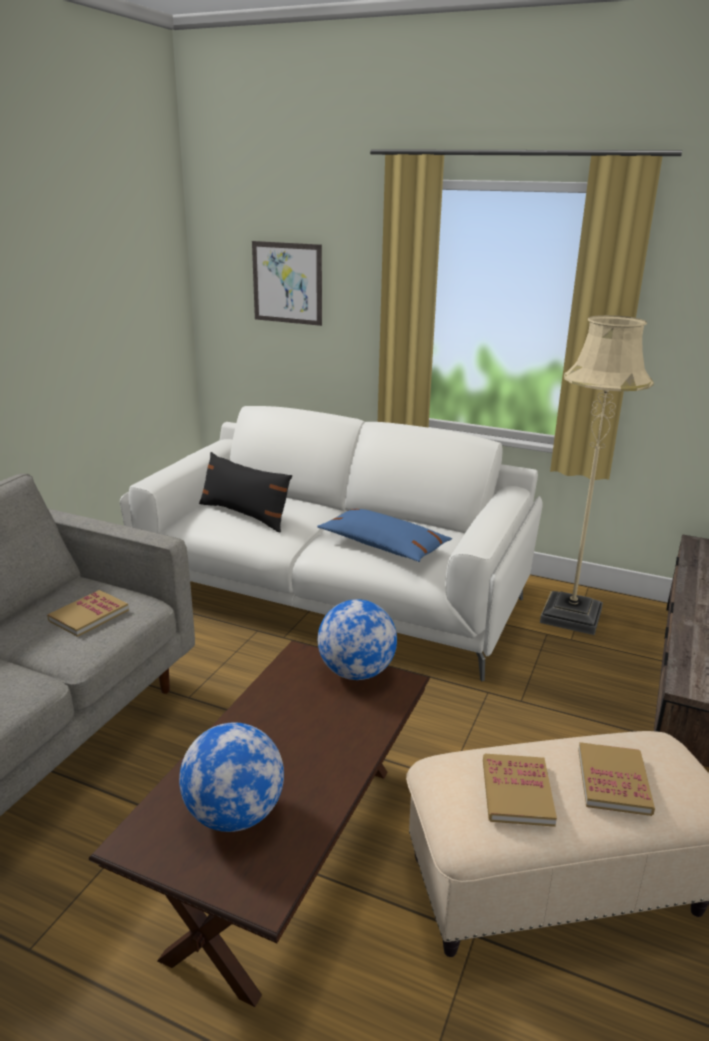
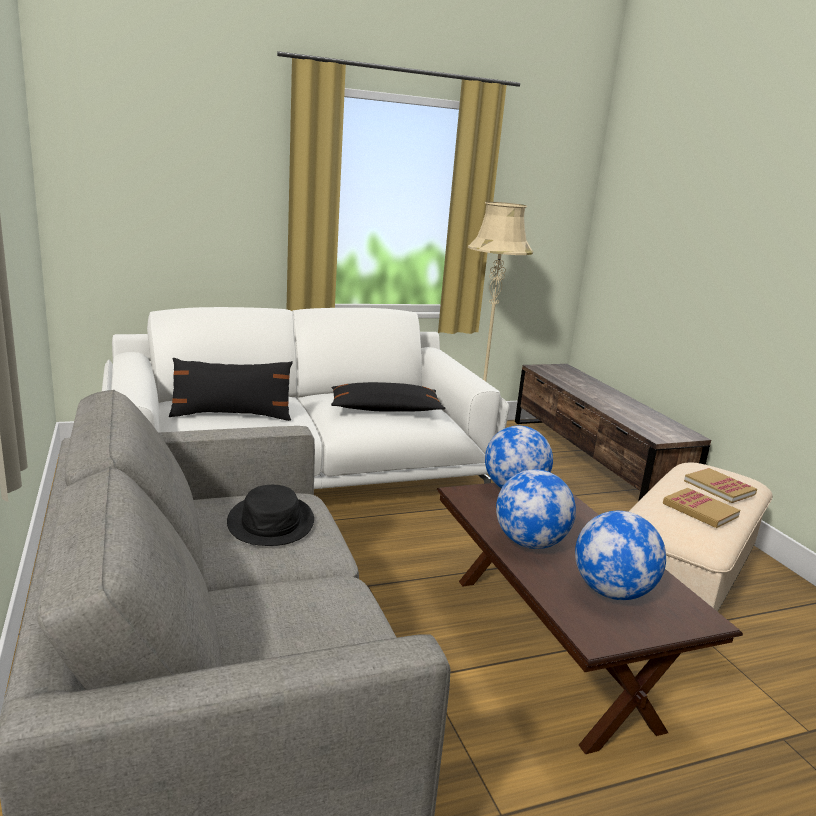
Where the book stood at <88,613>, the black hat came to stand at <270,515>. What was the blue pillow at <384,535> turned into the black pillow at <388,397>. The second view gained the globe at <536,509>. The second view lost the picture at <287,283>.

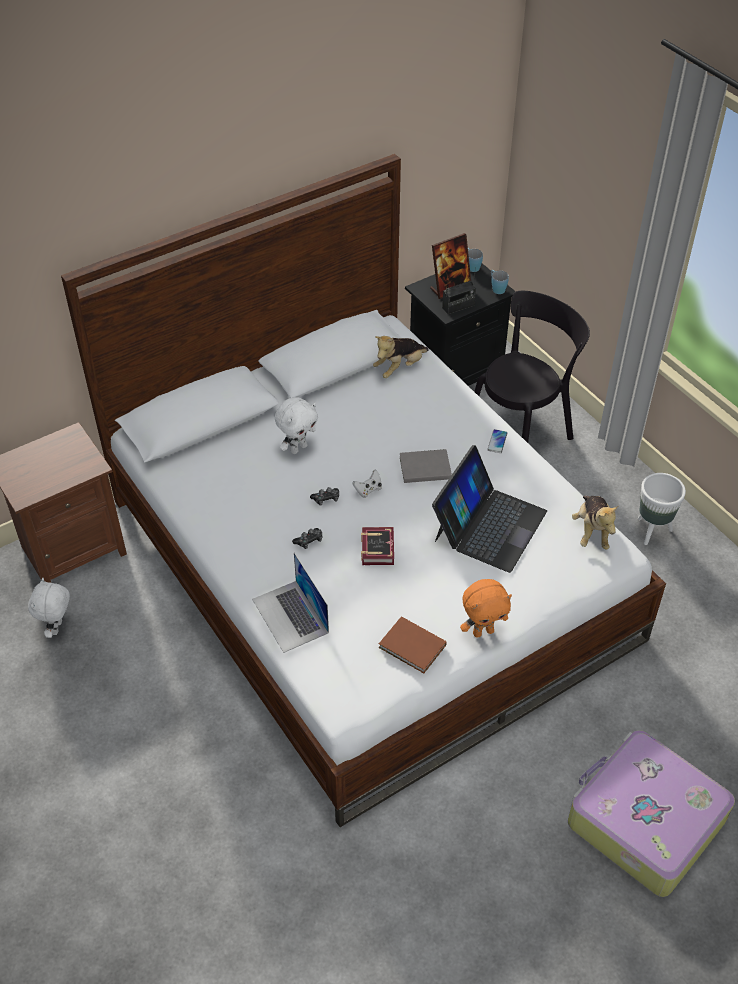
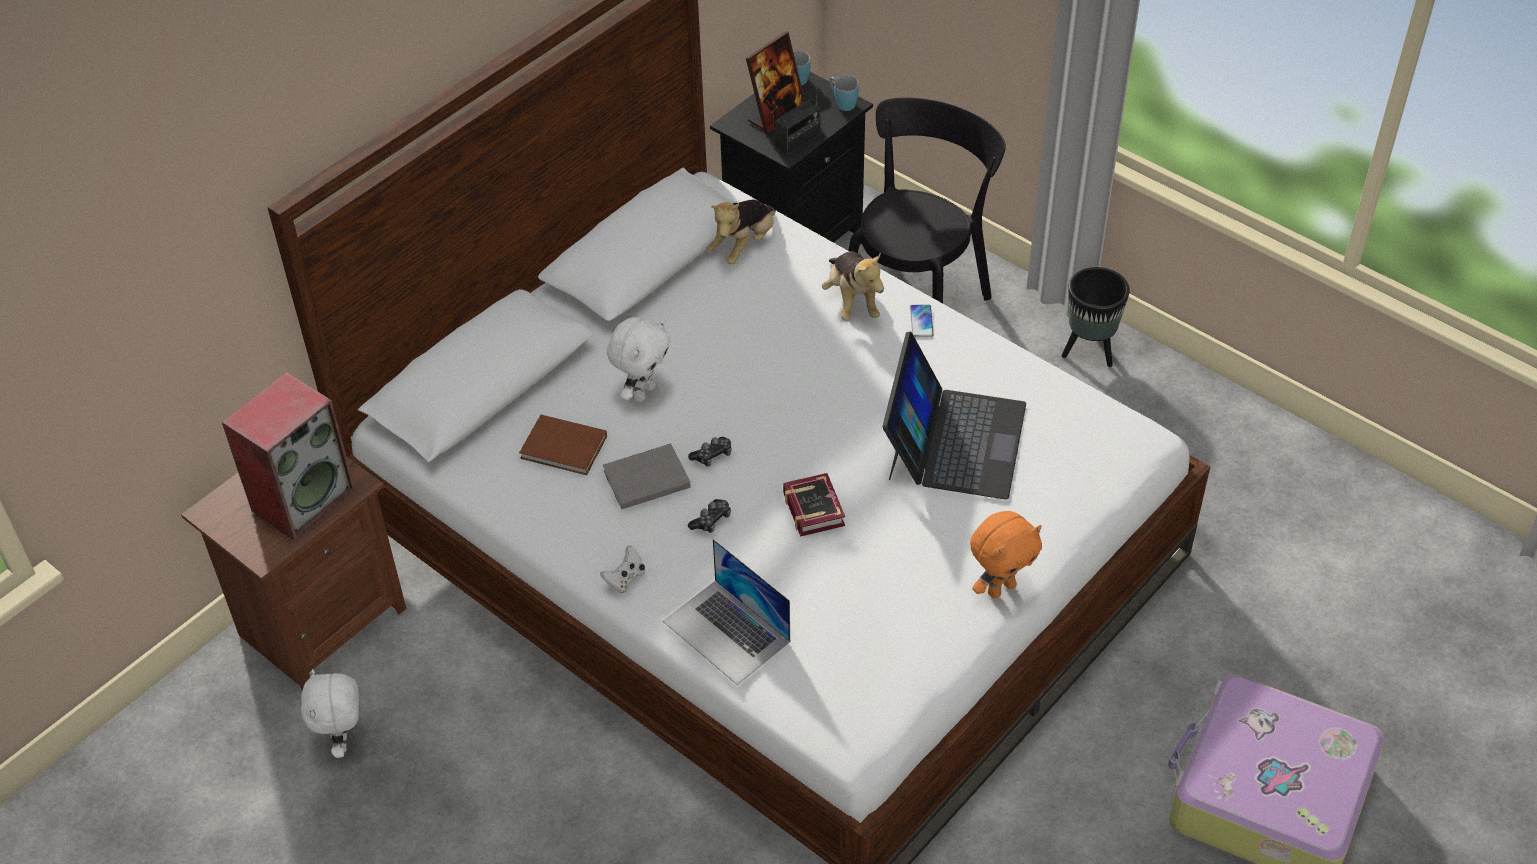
The second view gained the speaker at <288,456>. The brown book ended up elsewhere, having gone from <413,644> to <563,445>. The white game controller ended up elsewhere, having gone from <367,484> to <622,569>. The grey book ended up elsewhere, having gone from <426,466> to <647,476>. The plush toy ended up elsewhere, having gone from <595,523> to <853,286>. The second view gained the black planter at <1096,317>. The second view lost the white planter at <662,509>.

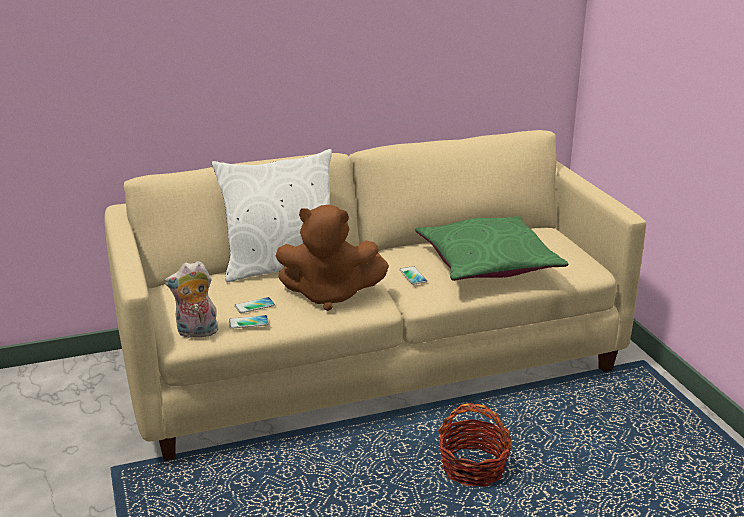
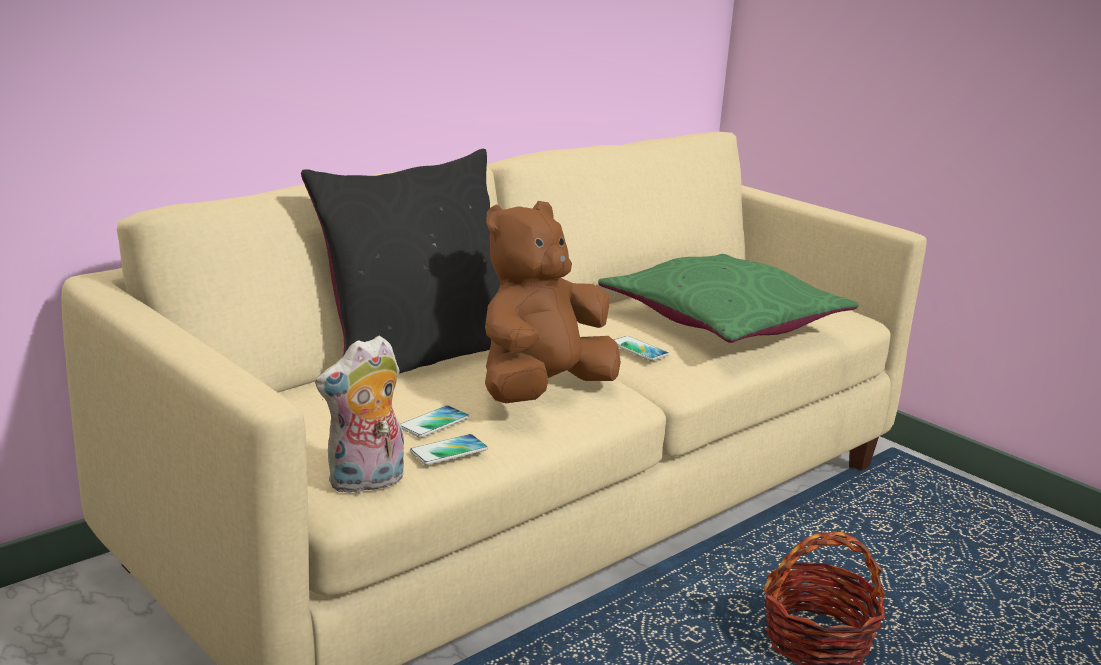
What was the white pillow at <272,216> turned into the black pillow at <400,261>. The brown plush toy at <332,258> ended up facing another way, 150 degrees clockwise from before.

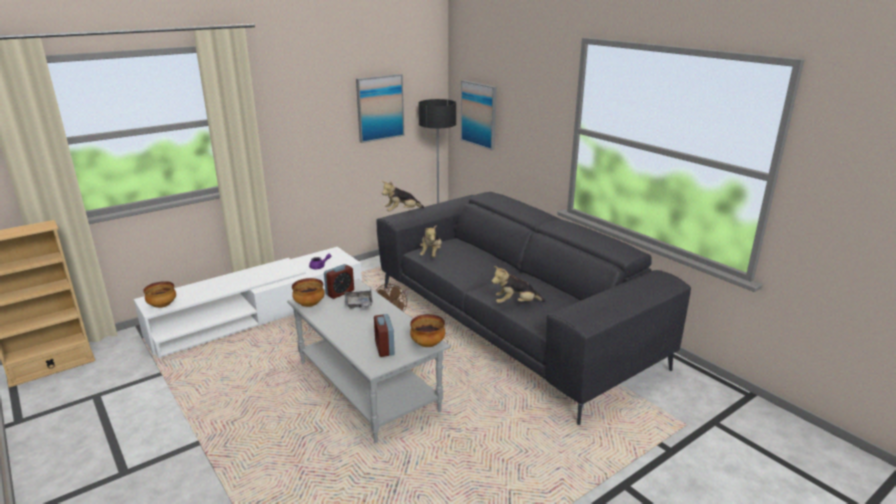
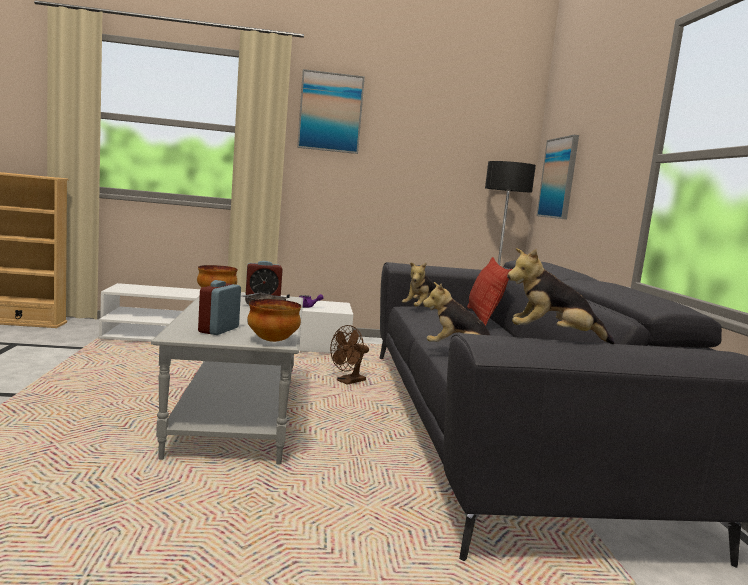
The picture ended up elsewhere, having gone from <380,108> to <331,111>. The second view gained the pillow at <489,291>. The plush toy ended up elsewhere, having gone from <403,196> to <561,296>. The second view lost the bowl at <159,294>.

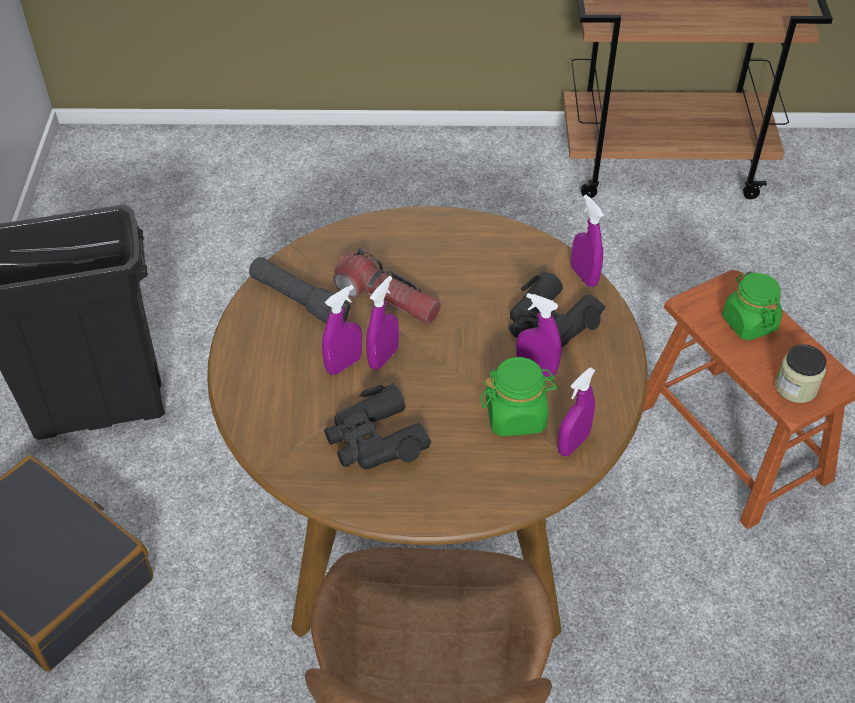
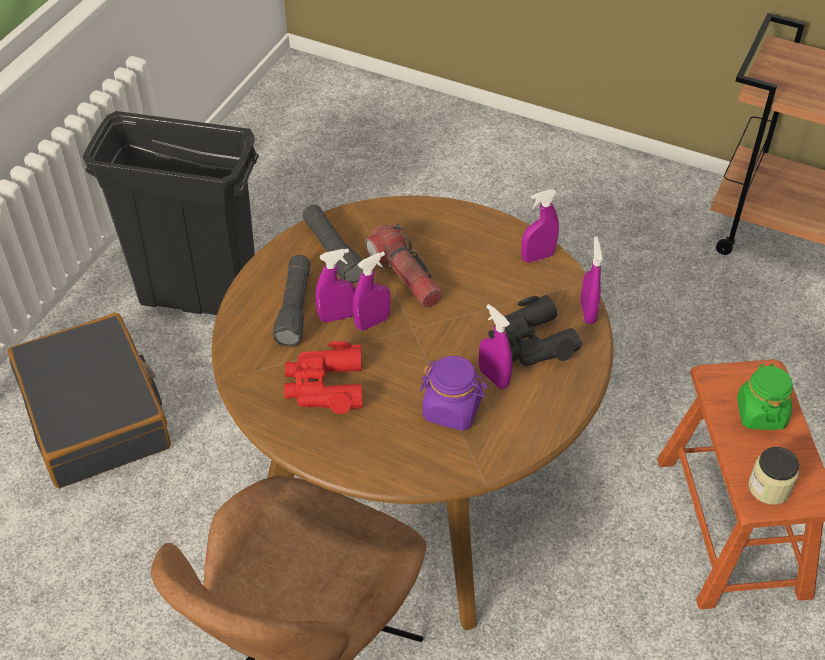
The second view gained the black flashlight at <292,301>. What was the black binoculars at <377,426> turned into the red binoculars at <323,377>. What was the green jar at <519,396> turned into the purple jar at <453,393>. The purple spray bottle ended up elsewhere, having gone from <576,411> to <540,226>.

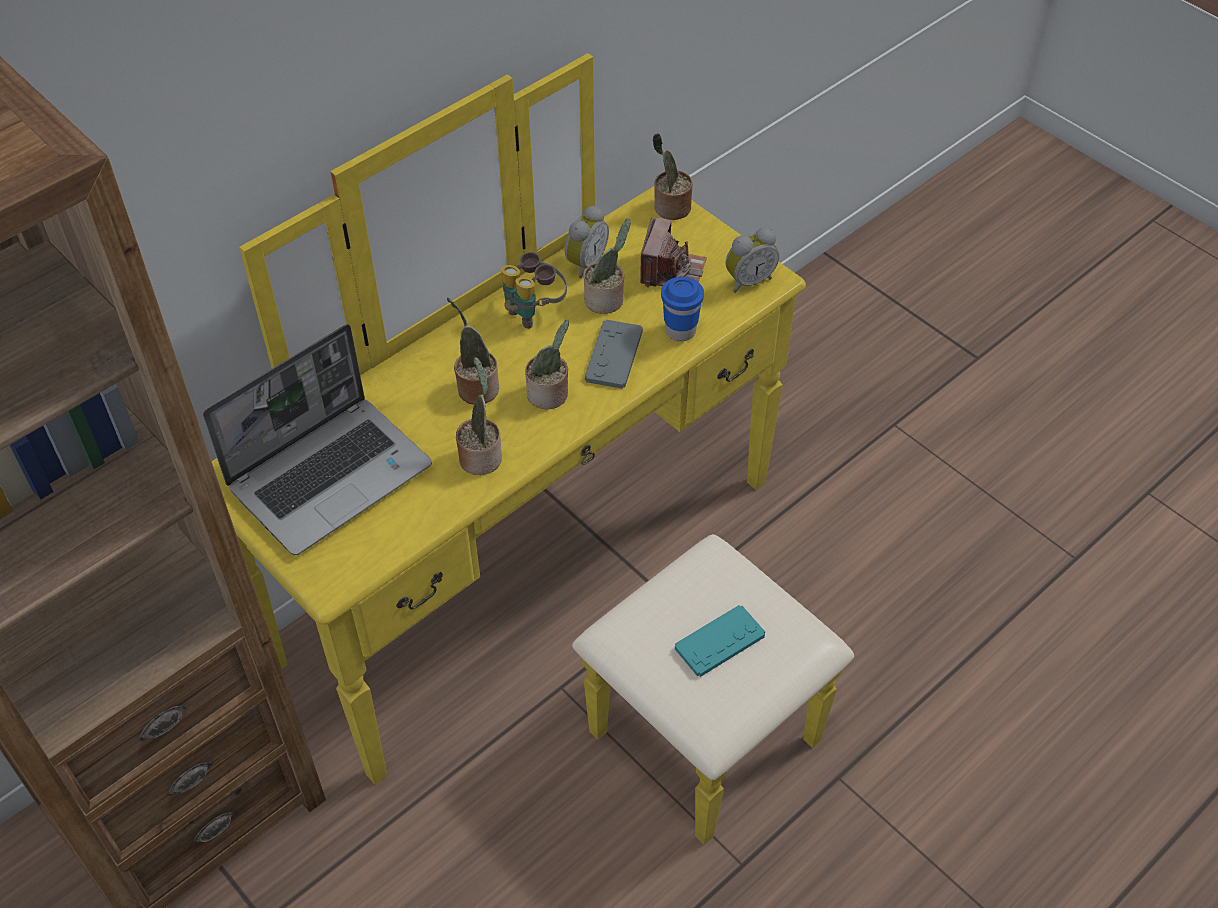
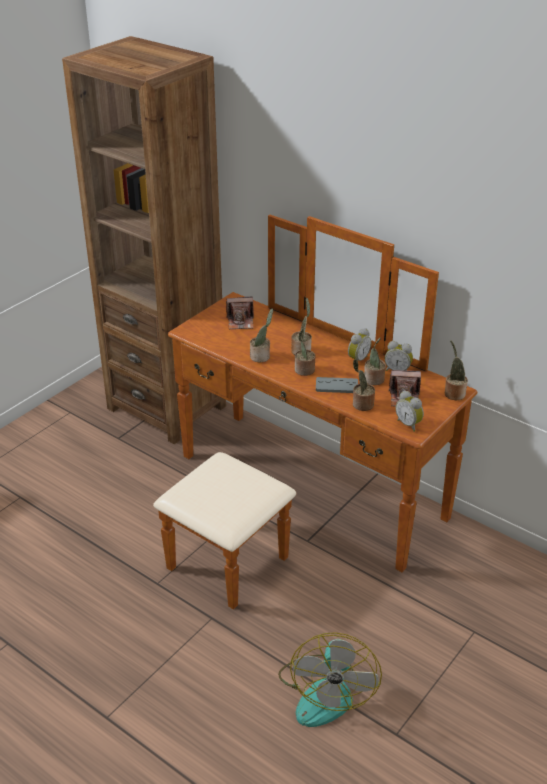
What was the yellow dresser at <533,449> turned into the brown dresser at <315,412>. Where the laptop stood at <317,439>, the photo camera came to stand at <240,313>. The second view gained the fan at <330,680>. Where the binoculars stood at <534,290>, the alarm clock came to stand at <359,344>. Where the blue cup stood at <682,309>, the potted plant came to stand at <364,385>. The second view lost the turquoise game controller at <720,641>.

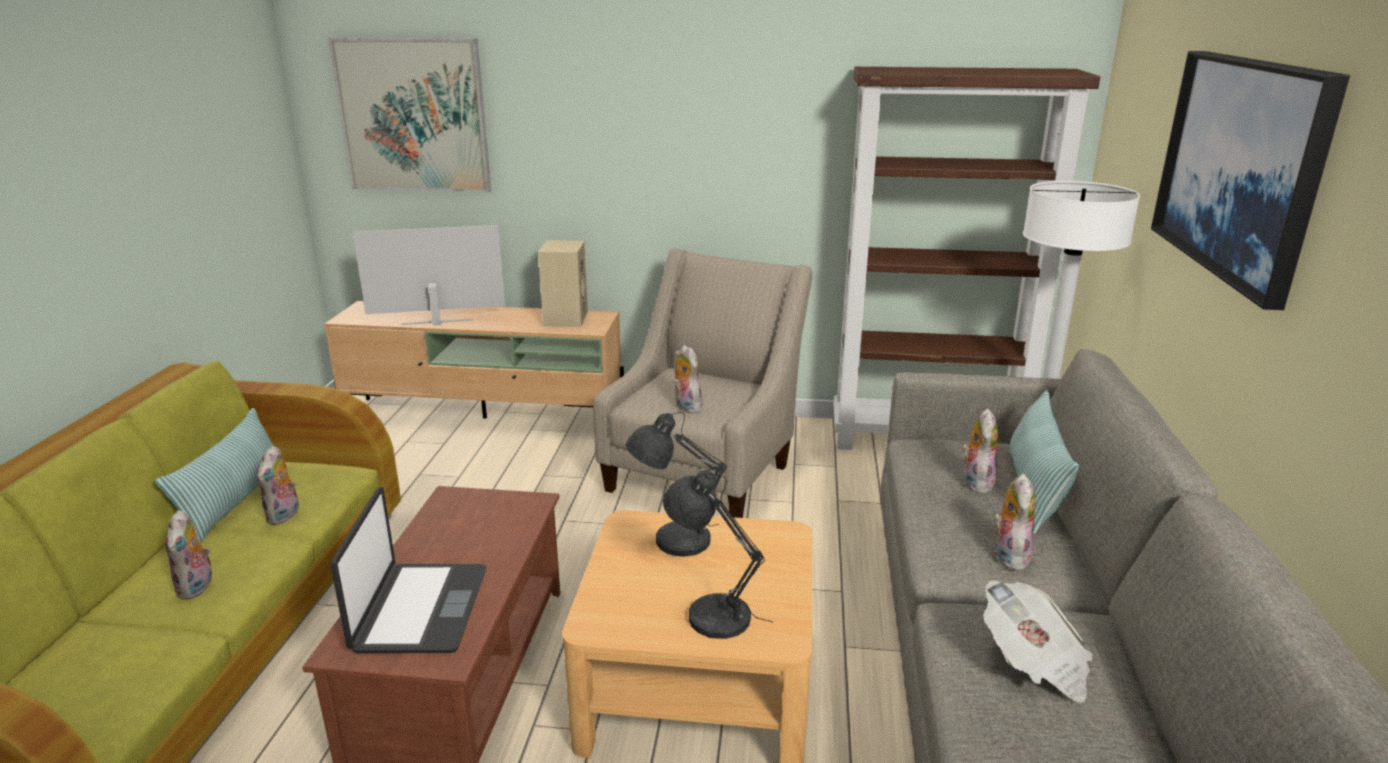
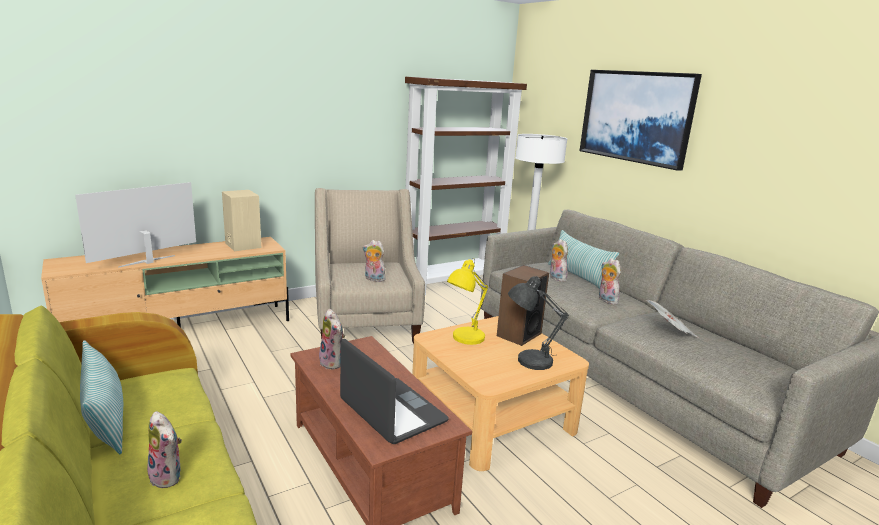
The plush toy ended up elsewhere, having gone from <278,485> to <332,339>. What was the grey table lamp at <676,484> turned into the yellow table lamp at <467,301>. The second view gained the speaker at <523,305>. The second view lost the picture at <409,115>.

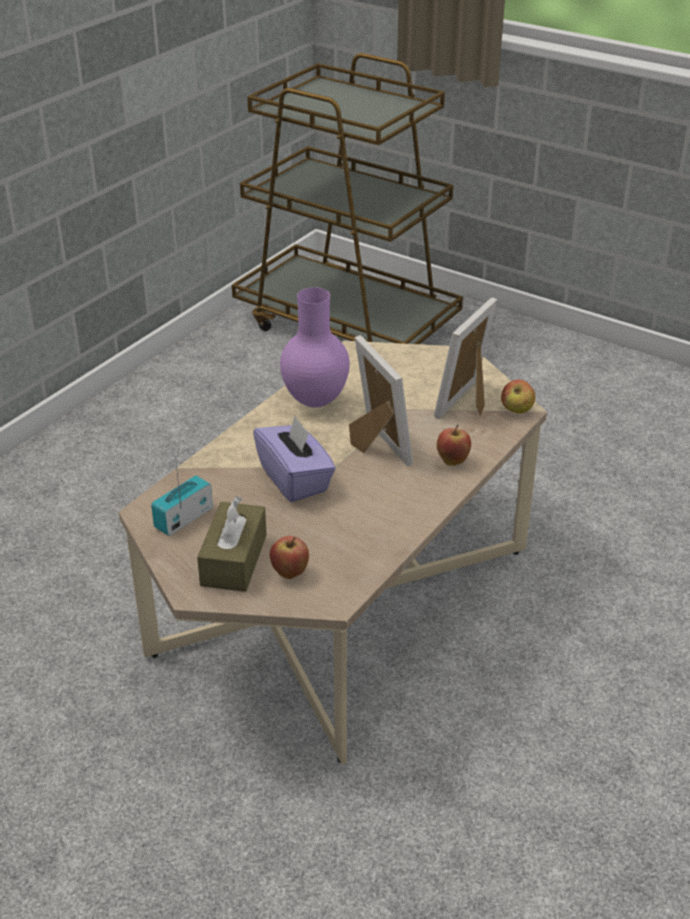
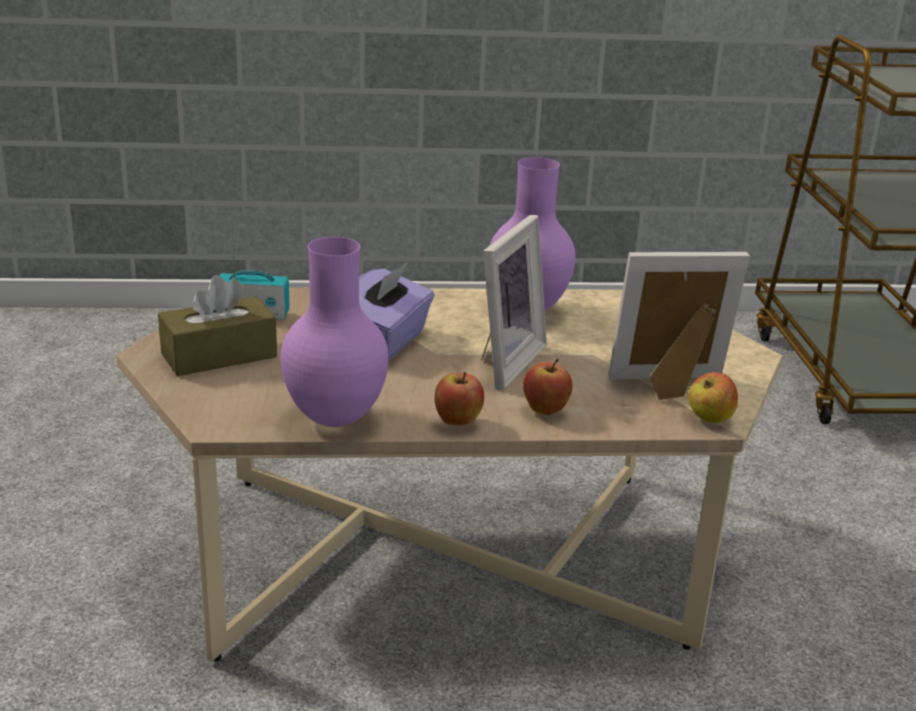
The second view gained the purple vase at <334,332>. The apple ended up elsewhere, having gone from <289,557> to <459,399>.

